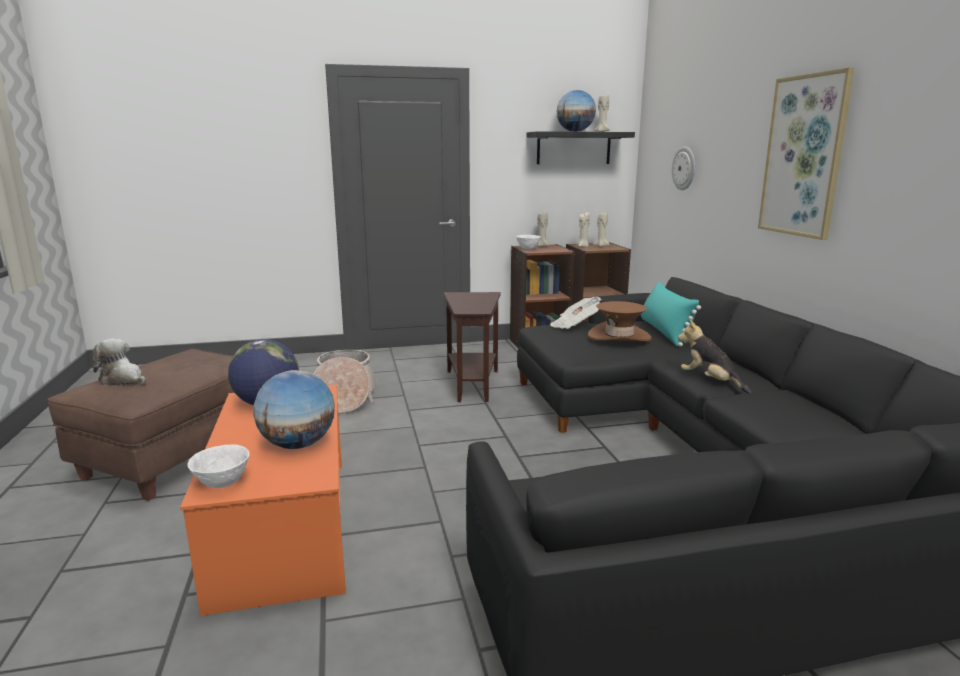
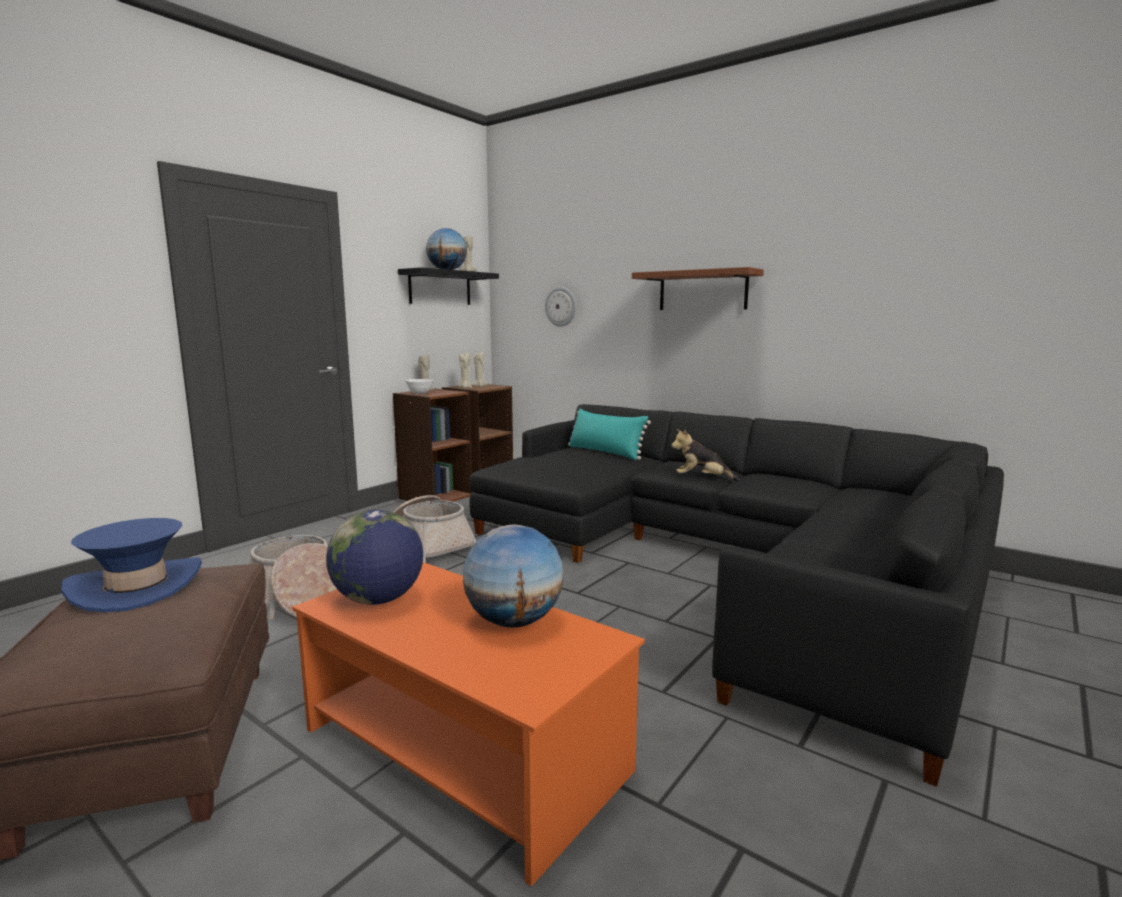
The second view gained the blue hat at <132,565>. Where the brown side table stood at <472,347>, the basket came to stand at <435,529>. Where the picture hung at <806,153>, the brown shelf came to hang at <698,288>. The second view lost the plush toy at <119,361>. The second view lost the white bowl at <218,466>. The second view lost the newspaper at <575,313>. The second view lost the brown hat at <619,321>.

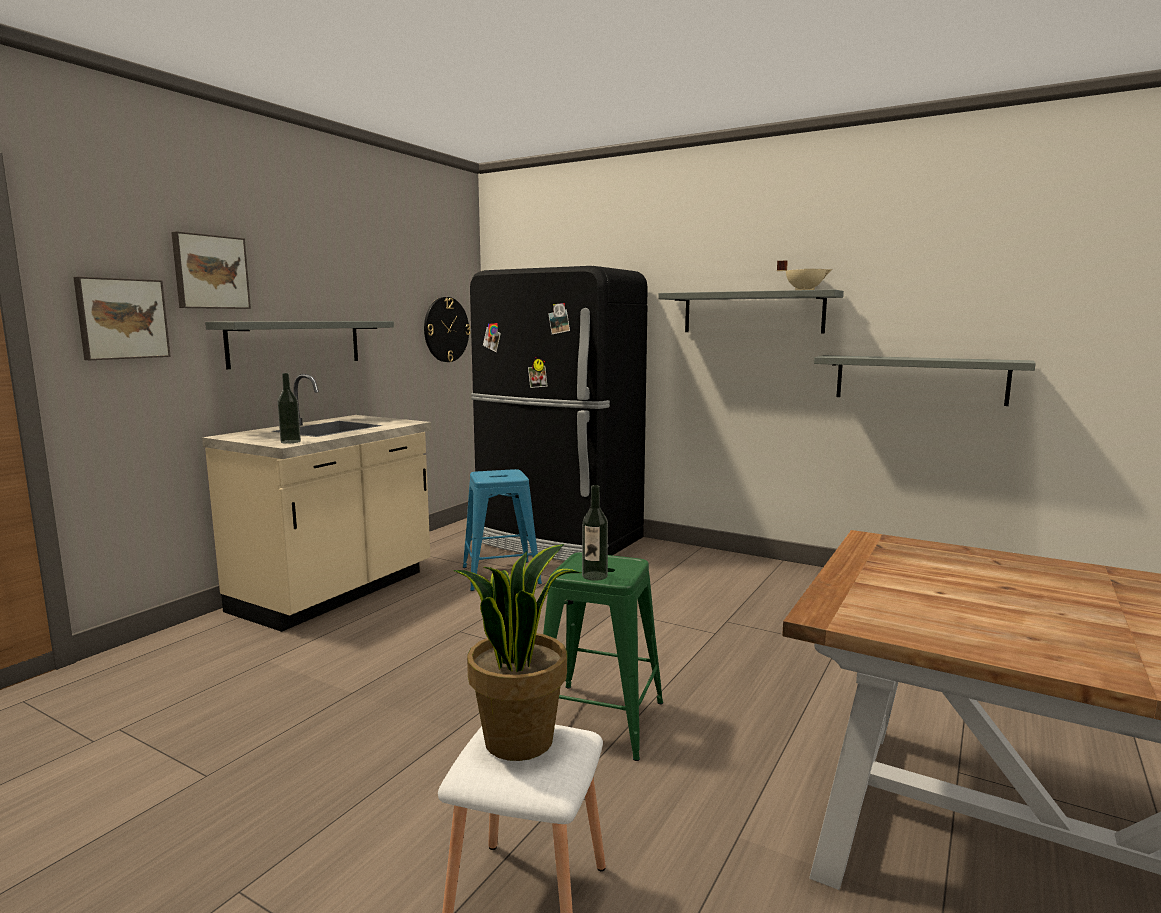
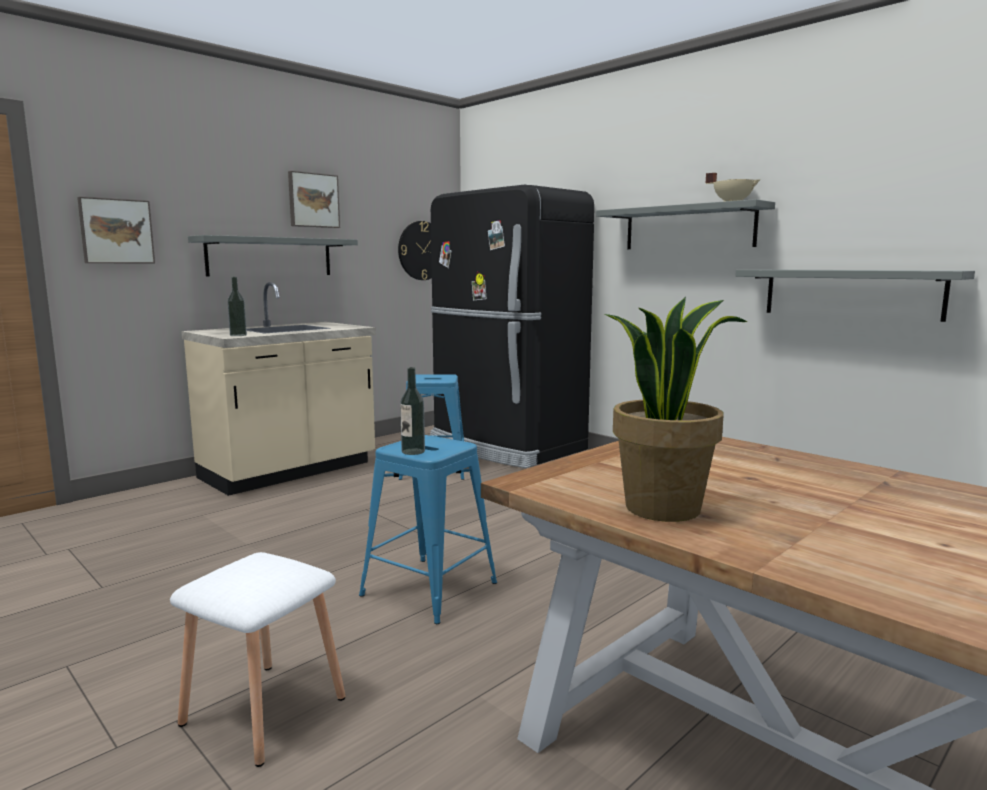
The picture ended up elsewhere, having gone from <211,270> to <314,199>. What was the green stool at <603,656> turned into the blue stool at <428,529>. The potted plant ended up elsewhere, having gone from <517,652> to <676,409>.

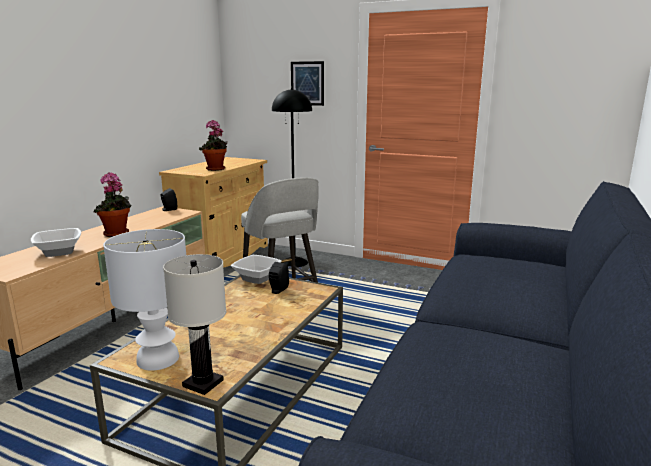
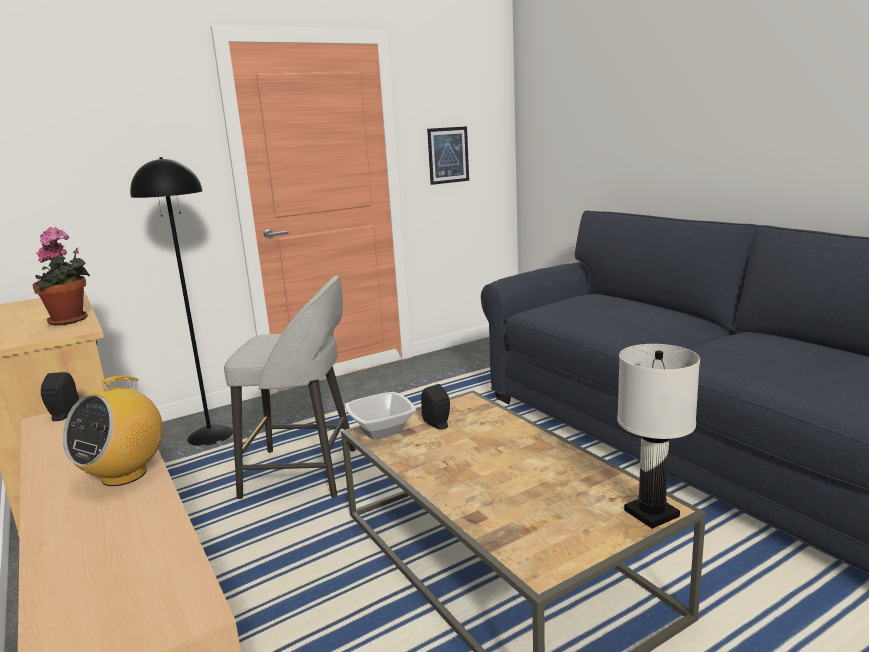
Where the potted plant stood at <112,204>, the radio came to stand at <113,431>. The picture ended up elsewhere, having gone from <307,83> to <448,155>. The second view lost the bowl at <56,242>. The second view lost the white table lamp at <144,300>.

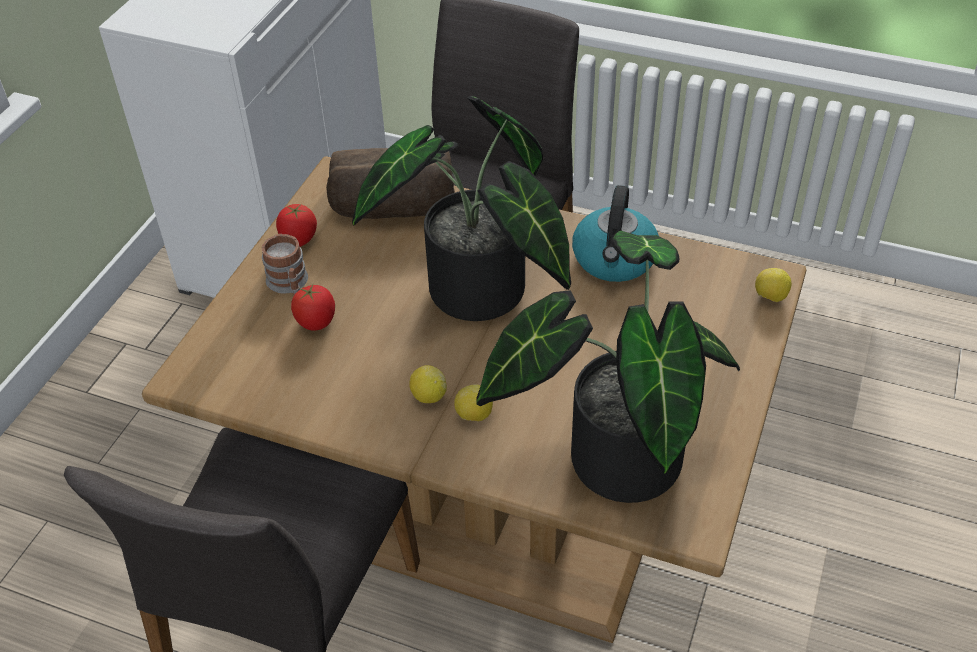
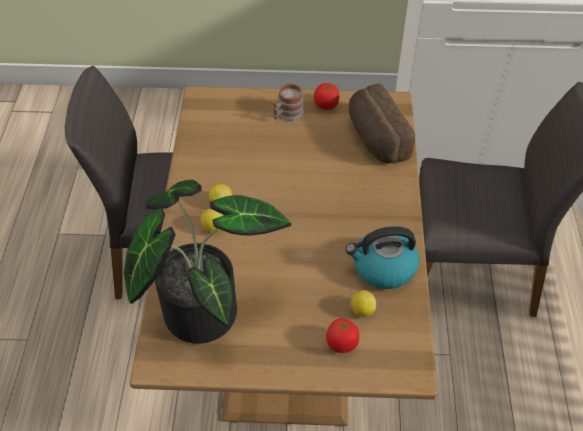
The tomato ended up elsewhere, having gone from <313,308> to <342,335>. The lemon ended up elsewhere, having gone from <773,285> to <363,303>. The second view lost the potted plant at <461,208>.

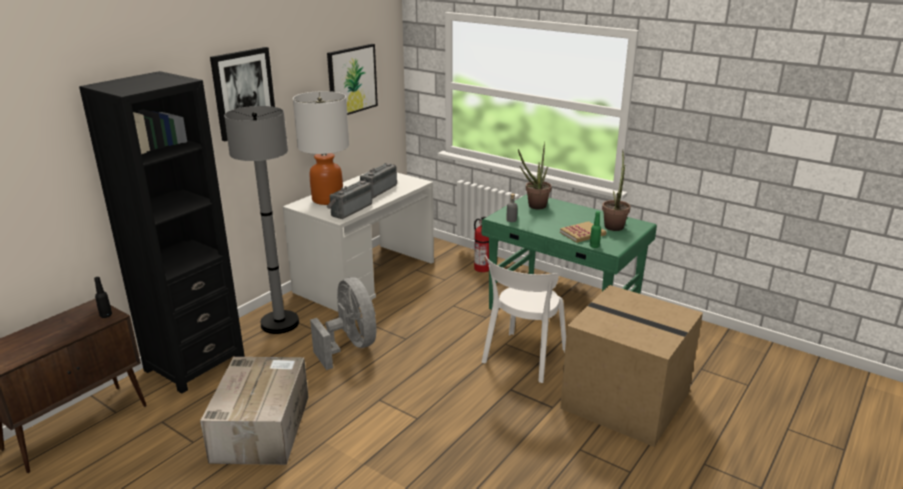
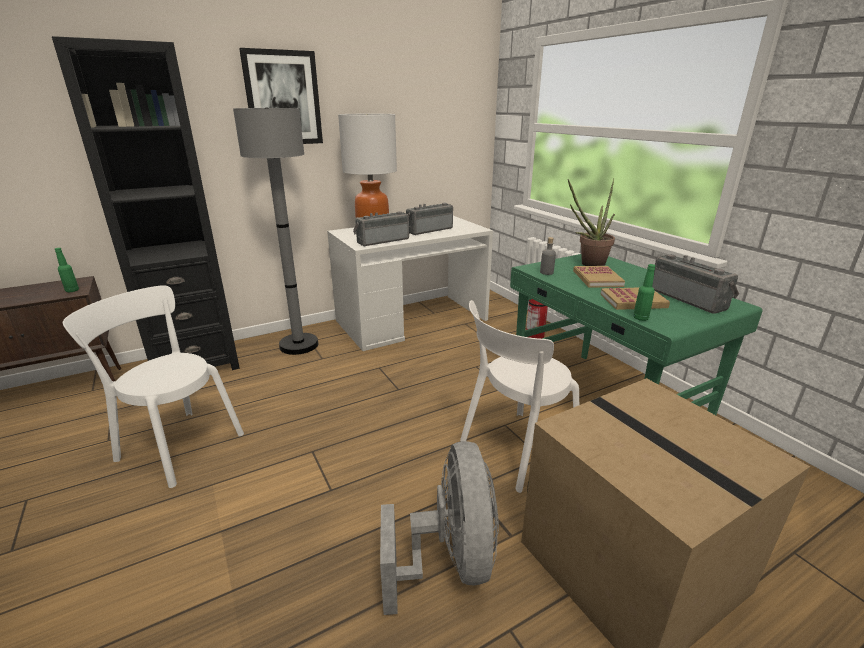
What was the black bottle at <103,297> turned into the green bottle at <67,270>. Where the cardboard box stood at <254,411>, the white chair came to stand at <153,386>. The grey fan ended up elsewhere, having gone from <343,323> to <439,528>. The second view gained the book at <599,277>. Where the potted plant stood at <616,190>, the radio came to stand at <695,284>. The second view lost the picture at <352,79>.

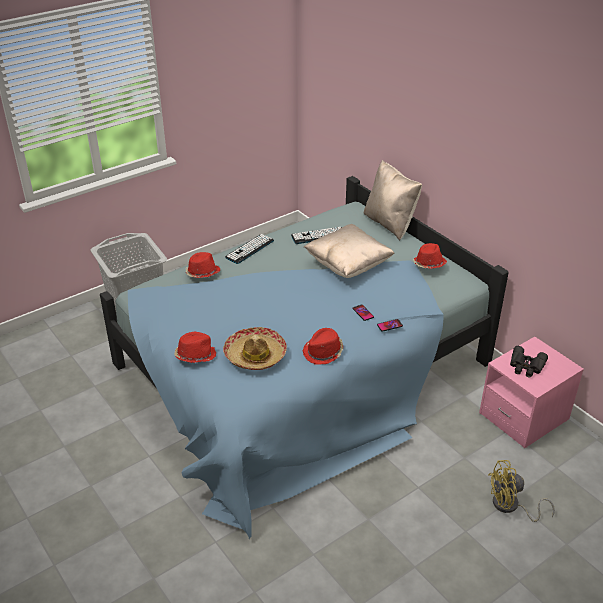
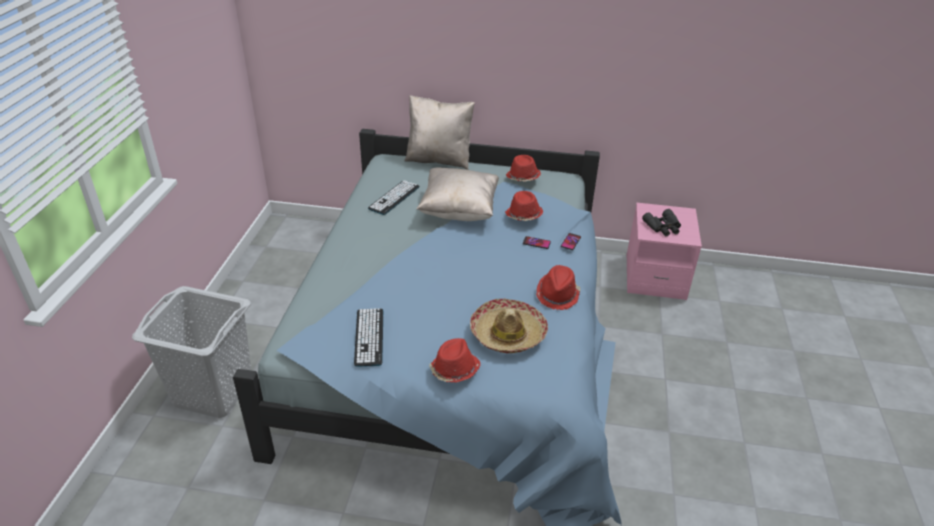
The keyboard ended up elsewhere, having gone from <249,249> to <368,337>. The red hat ended up elsewhere, having gone from <203,265> to <524,206>. The second view lost the yellow fan at <521,491>.

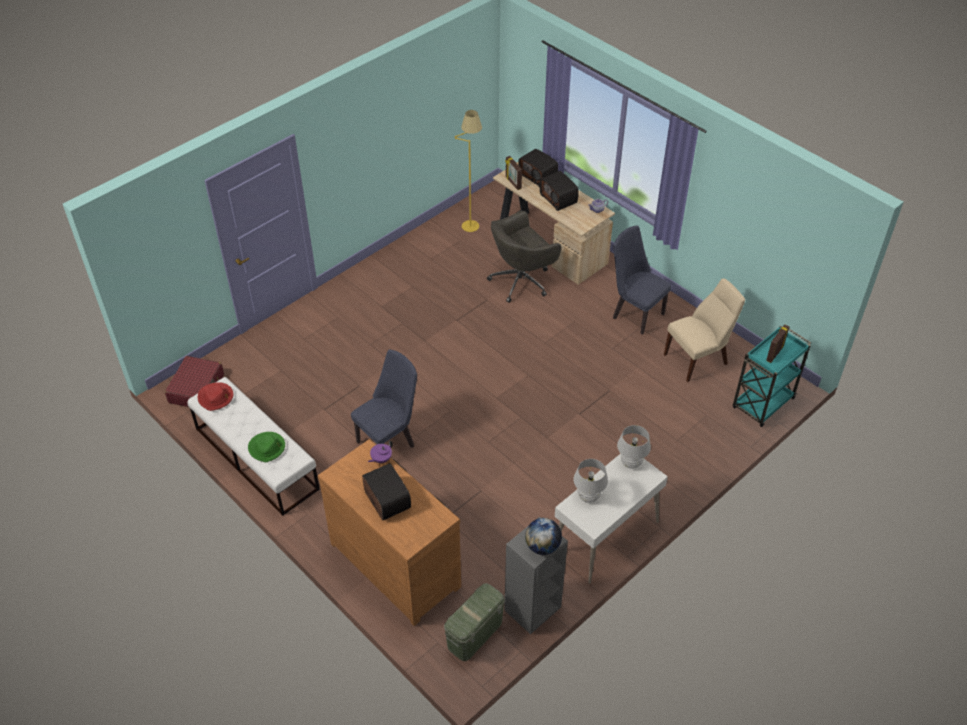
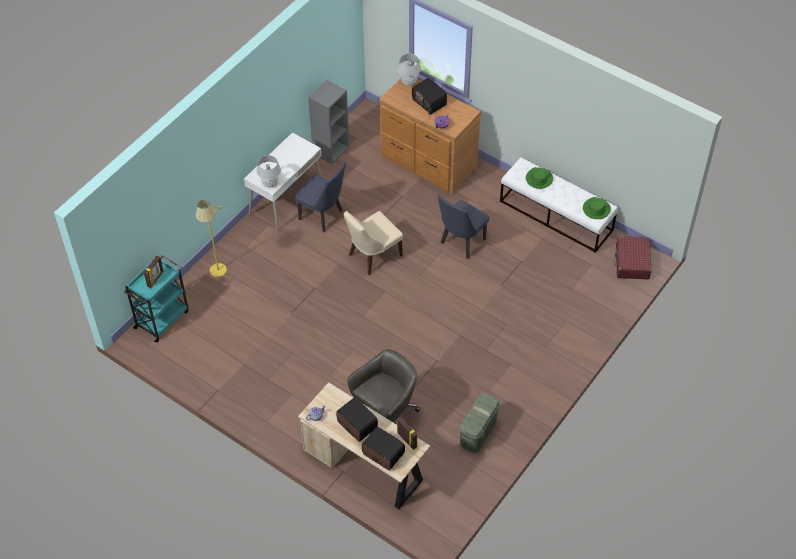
The yellow floor lamp ended up elsewhere, having gone from <468,171> to <211,238>. The blue chair ended up elsewhere, having gone from <642,280> to <320,196>. The beige chair ended up elsewhere, having gone from <704,330> to <373,243>. The white table lamp ended up elsewhere, having gone from <590,481> to <409,69>. The green storage box ended up elsewhere, having gone from <474,622> to <480,423>. What was the red hat at <215,396> turned into the green hat at <597,208>. The second view lost the globe at <543,536>.

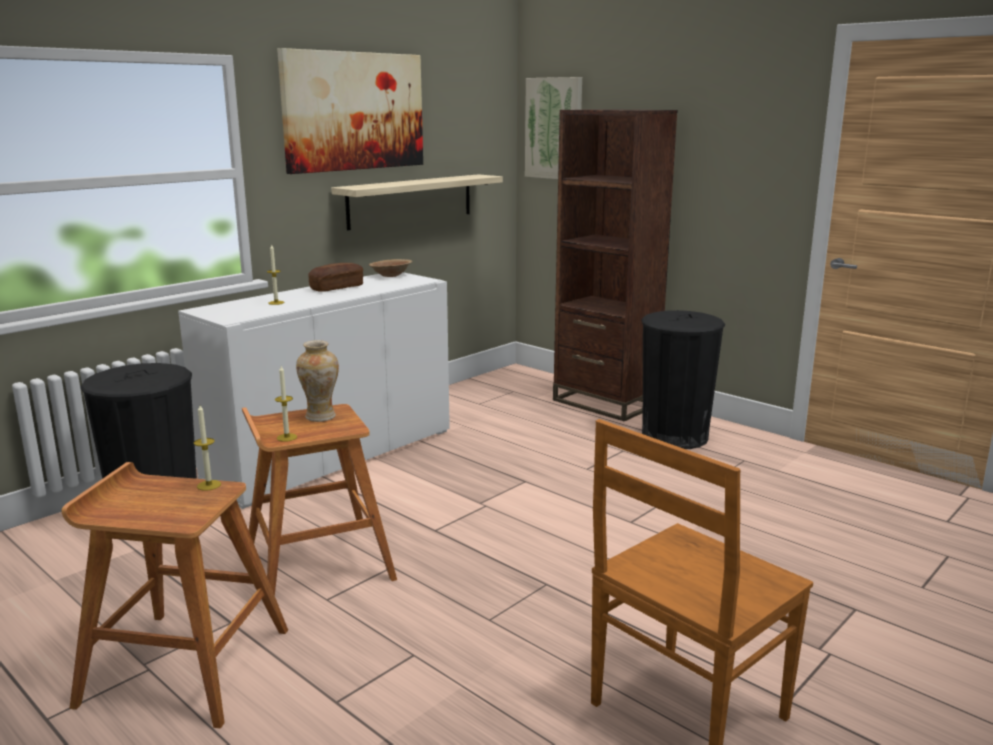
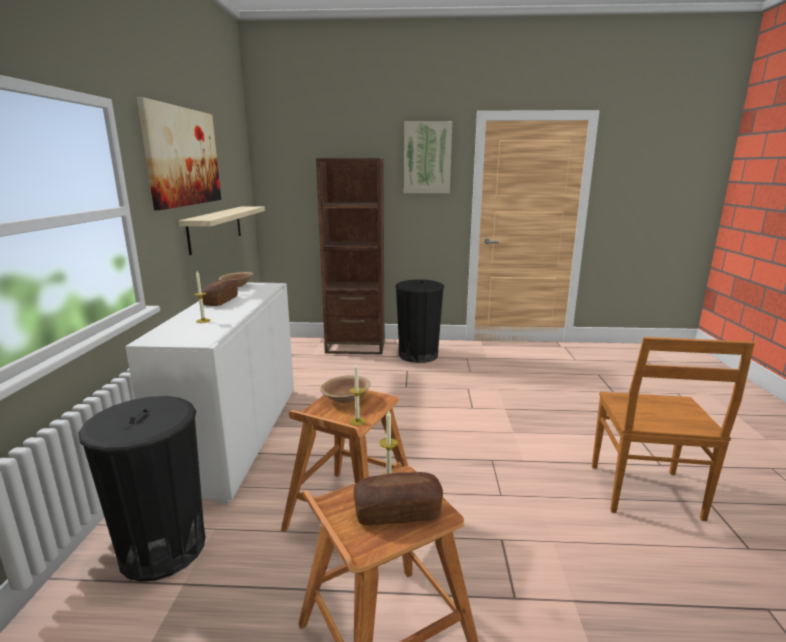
Where the vase stood at <317,381>, the brown bowl came to stand at <345,389>. The second view gained the bread at <398,499>. The picture ended up elsewhere, having gone from <553,128> to <428,157>.

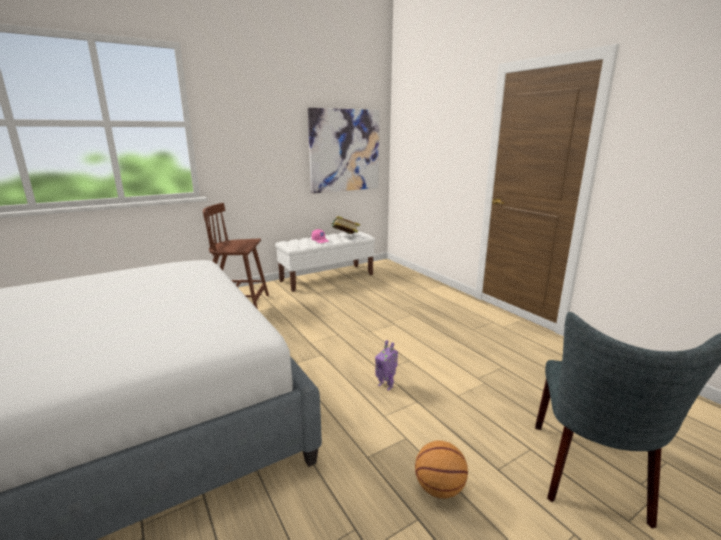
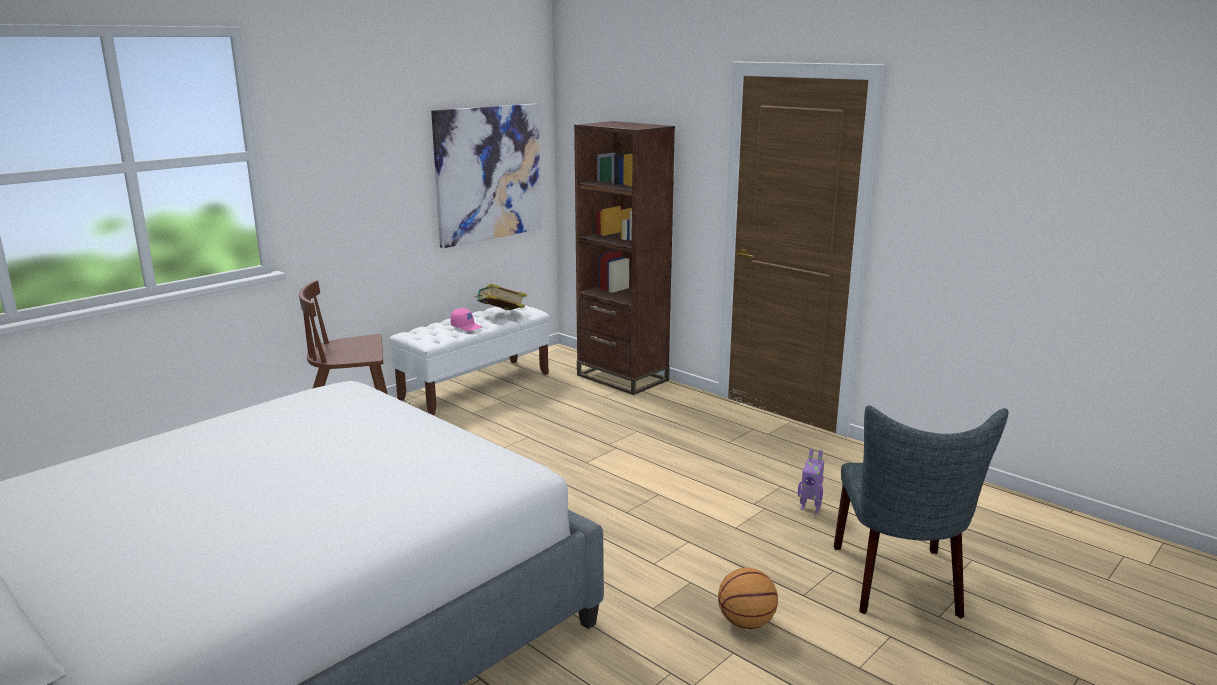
The second view gained the brown bookcase at <624,258>. The toy robot ended up elsewhere, having gone from <386,365> to <811,480>.

